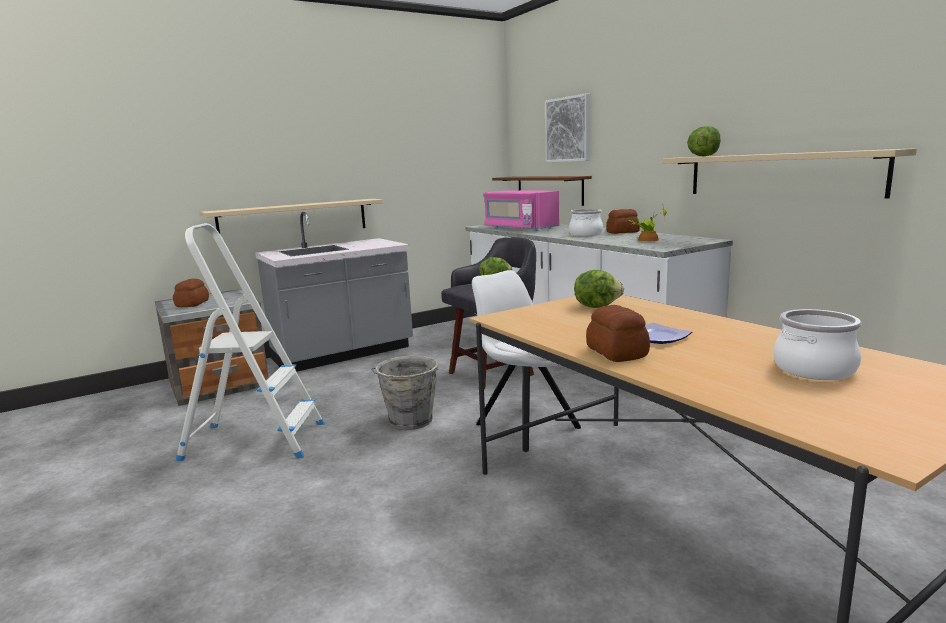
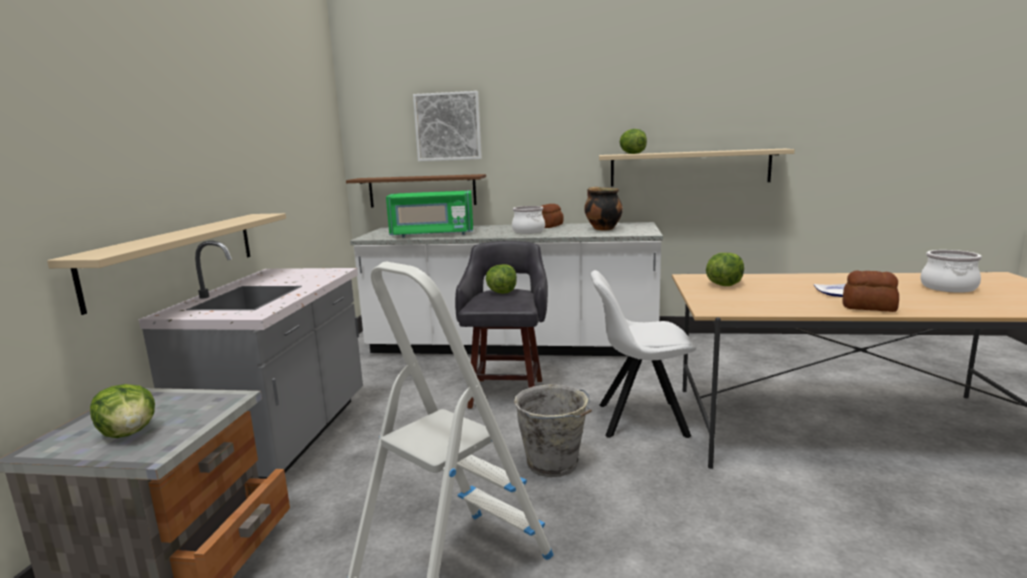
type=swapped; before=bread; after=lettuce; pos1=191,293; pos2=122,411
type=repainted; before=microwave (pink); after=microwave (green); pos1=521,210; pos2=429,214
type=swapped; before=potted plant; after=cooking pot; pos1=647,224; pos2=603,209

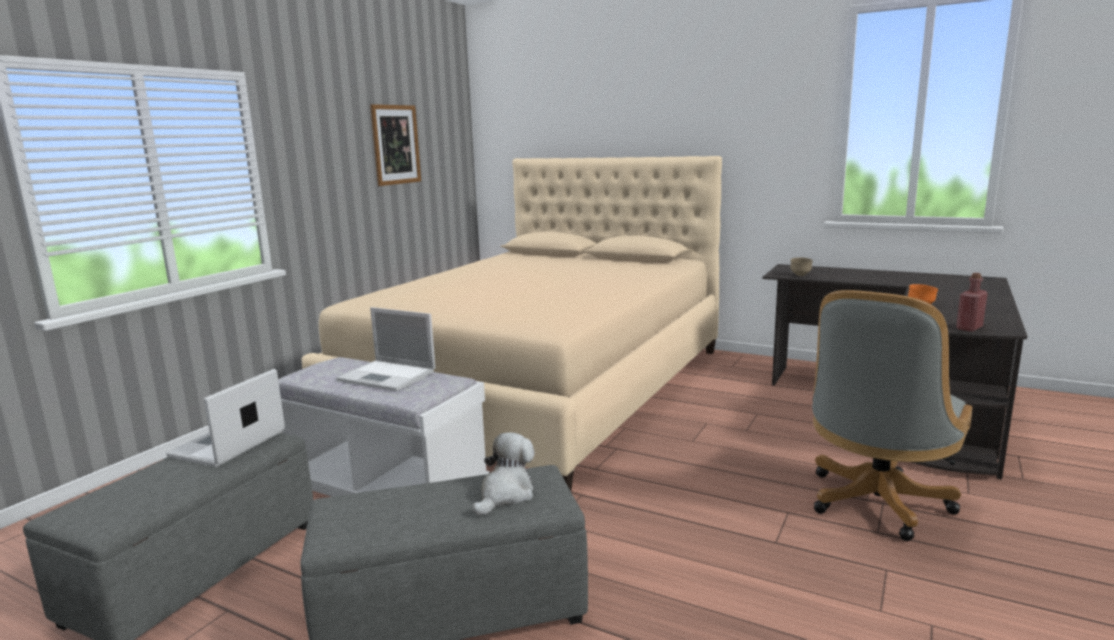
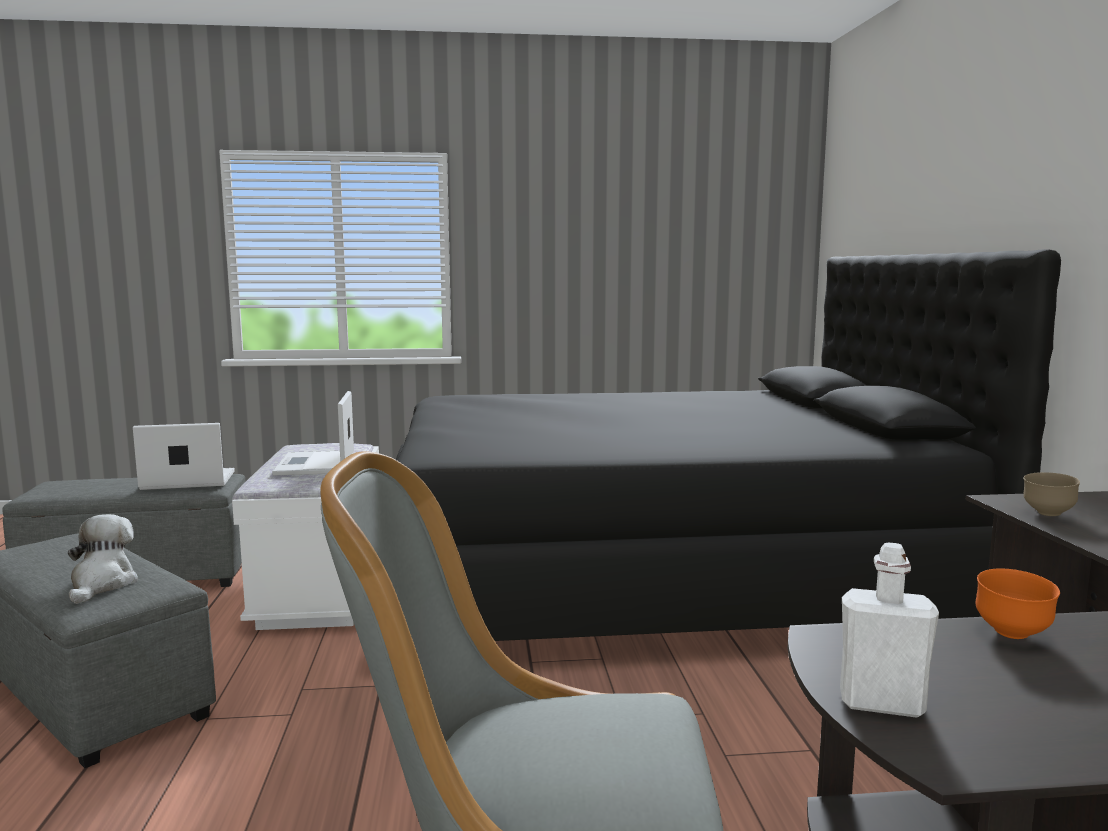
type=repainted; before=bed (beige); after=bed (black); pos1=511,323; pos2=728,445
type=gone; before=picture; pos1=395,145
type=rotated; before=plush toy; pos1=503,474; pos2=103,559; turn=-90
type=repainted; before=bottle (red); after=bottle (white); pos1=972,302; pos2=889,630

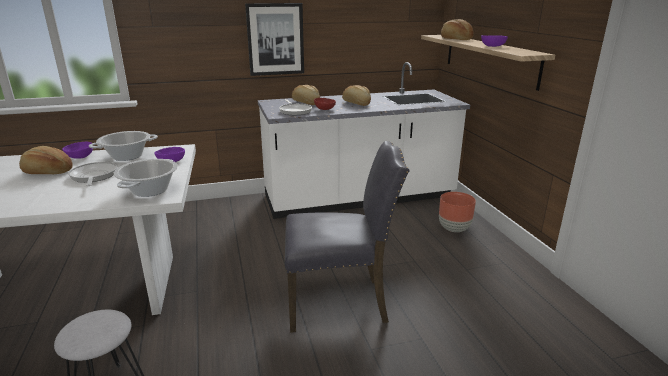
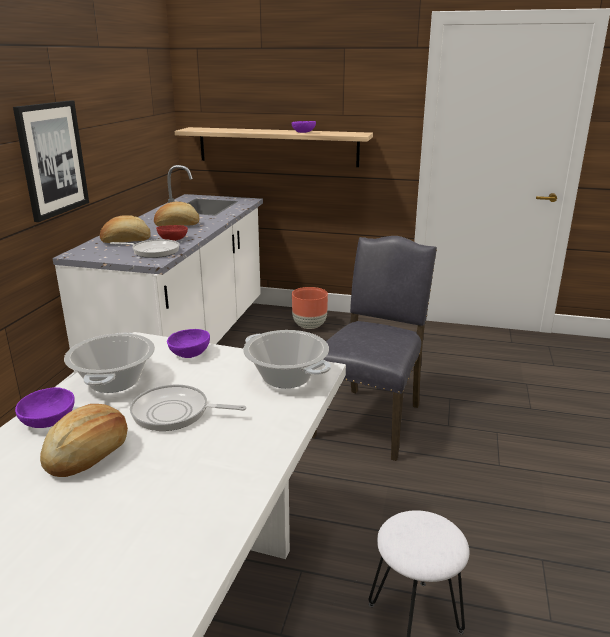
type=gone; before=bread; pos1=457,29

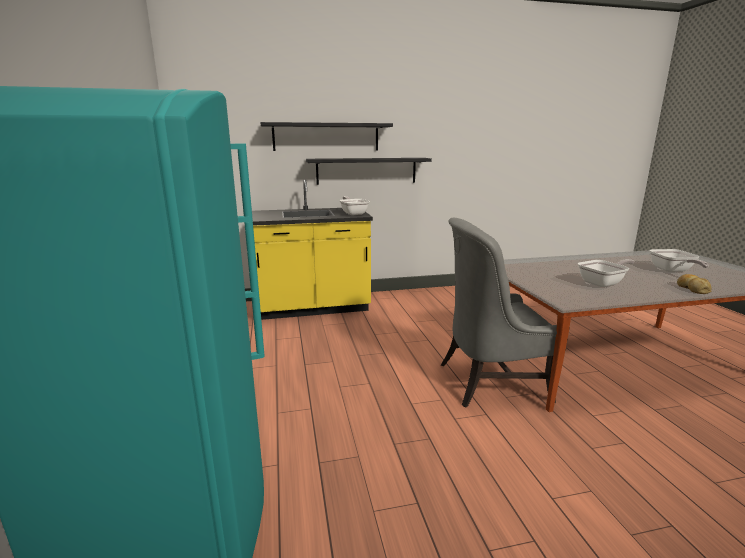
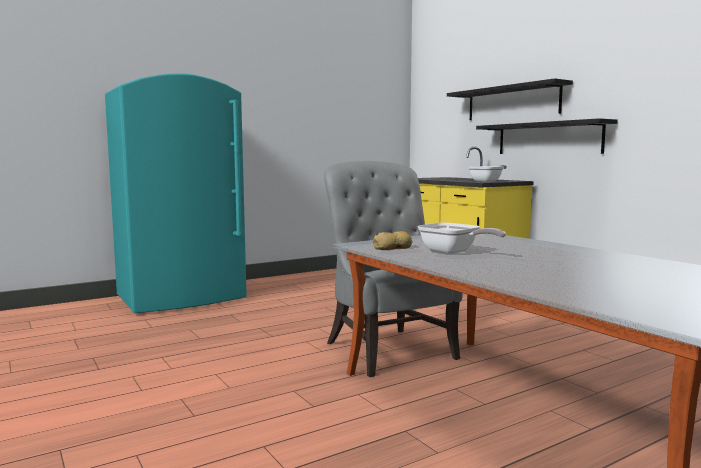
type=gone; before=frying pan; pos1=679,260
type=shifted; before=bread; pos1=694,284; pos2=393,240

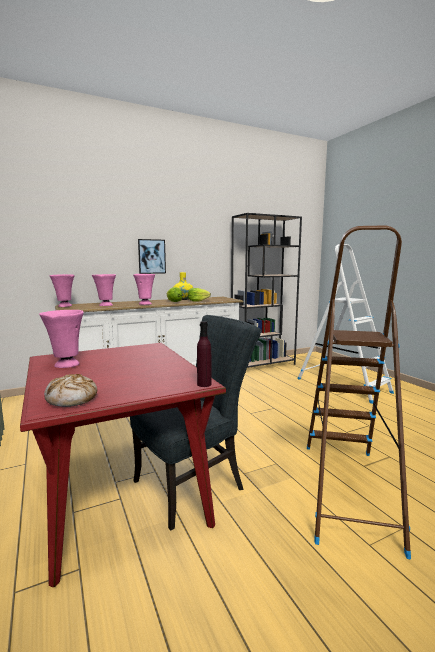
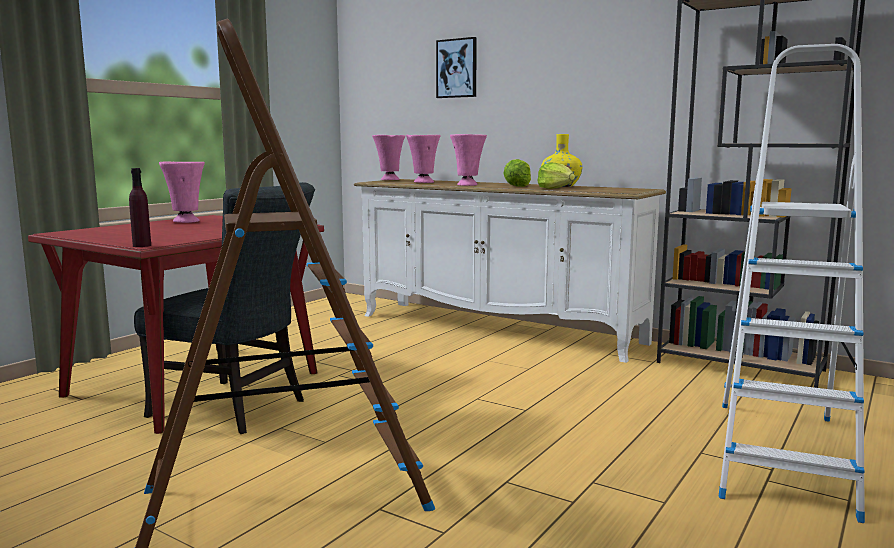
type=gone; before=bread; pos1=70,390
type=shifted; before=picture; pos1=152,256; pos2=456,67

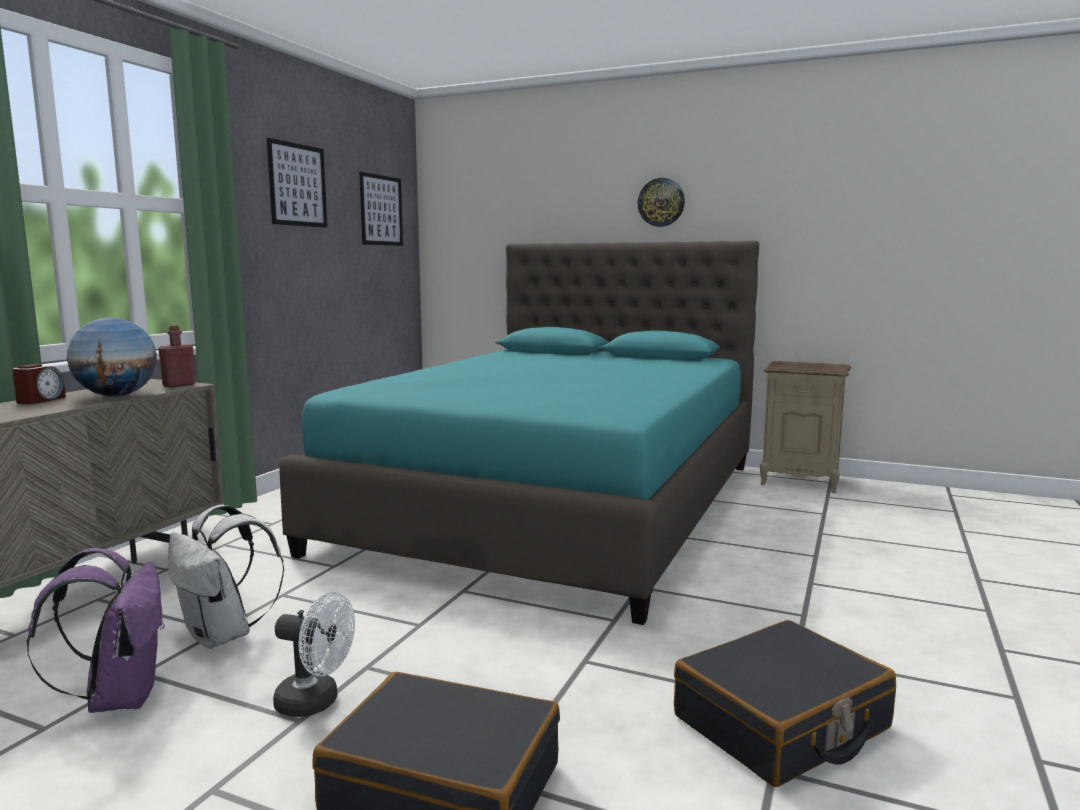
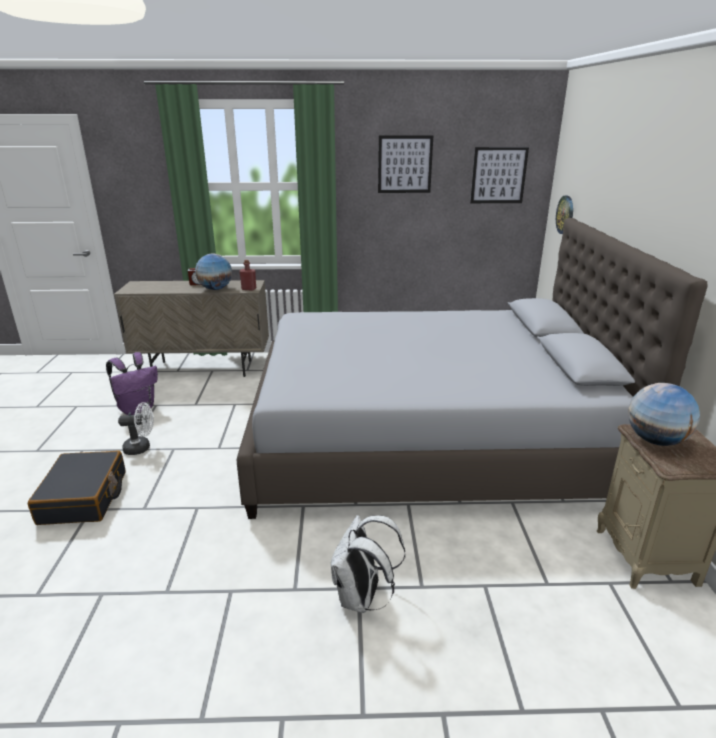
type=shifted; before=backpack (white); pos1=226,577; pos2=368,564
type=rotated; before=fan (white); pos1=314,654; pos2=136,428; turn=-90
type=repainted; before=bed (turquoise); after=bed (grey); pos1=519,433; pos2=472,368
type=shifted; before=wall clock; pos1=661,202; pos2=564,215
type=gone; before=suitcase (black); pos1=785,703
type=new; after=globe; pos2=664,414

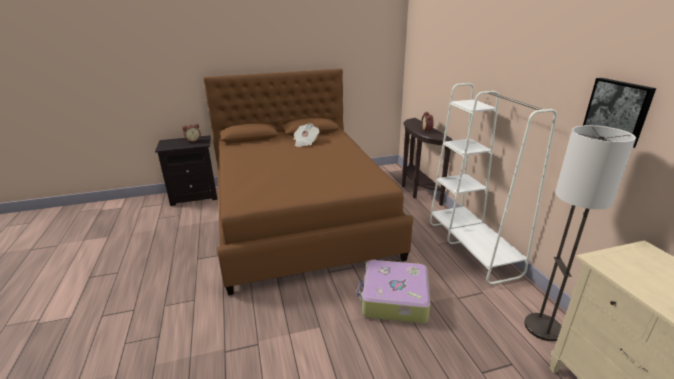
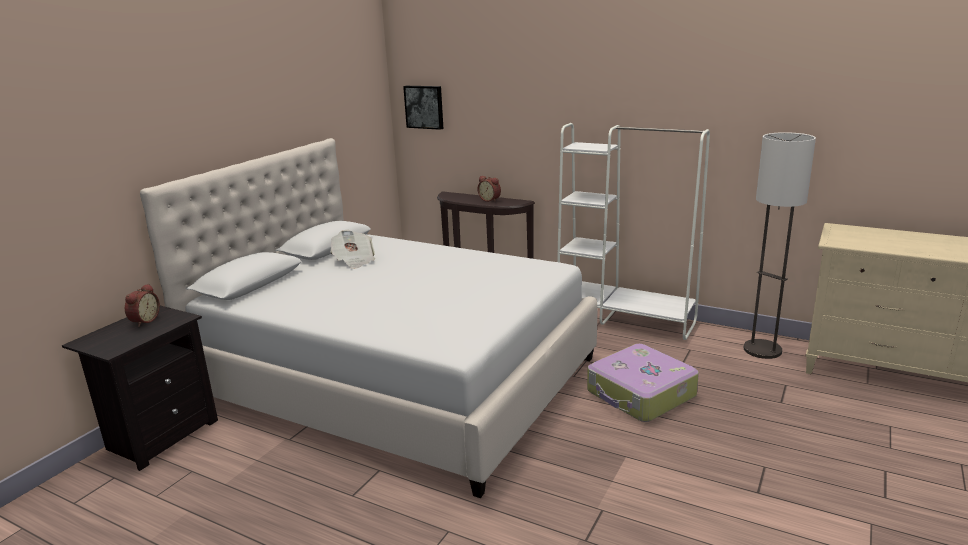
type=repainted; before=bed (brown); after=bed (white); pos1=308,182; pos2=368,318
type=shifted; before=picture; pos1=619,113; pos2=423,108

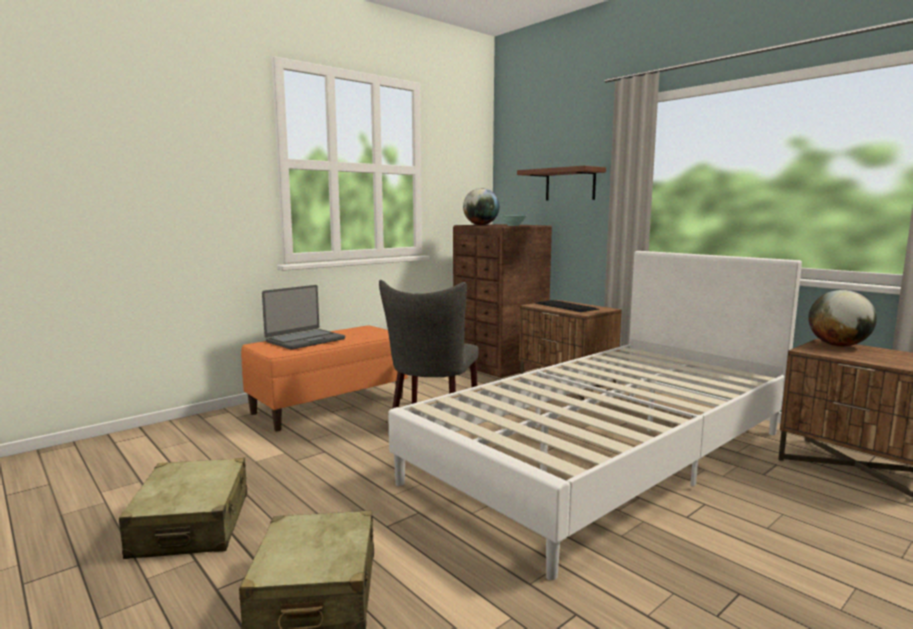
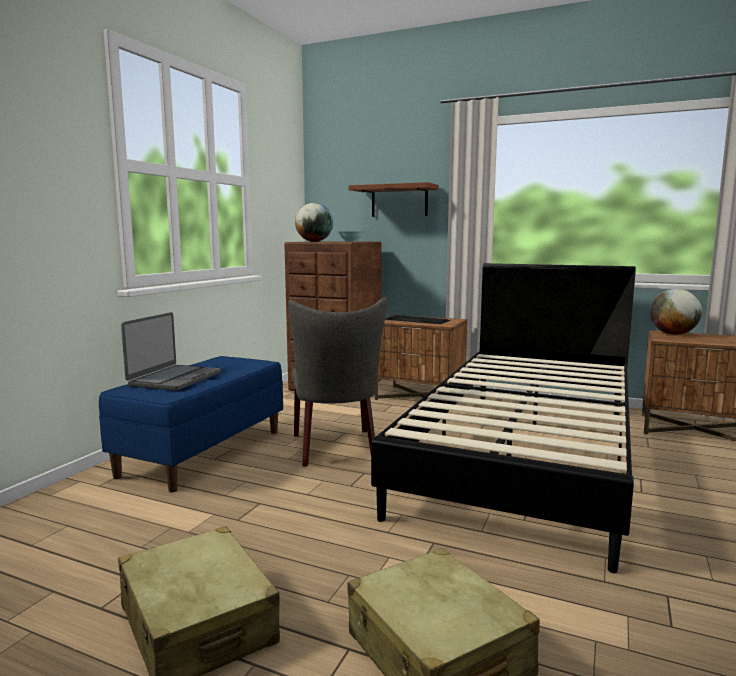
type=repainted; before=bench (orange); after=bench (blue); pos1=324,378; pos2=191,424
type=repainted; before=bed (white); after=bed (black); pos1=595,415; pos2=503,418

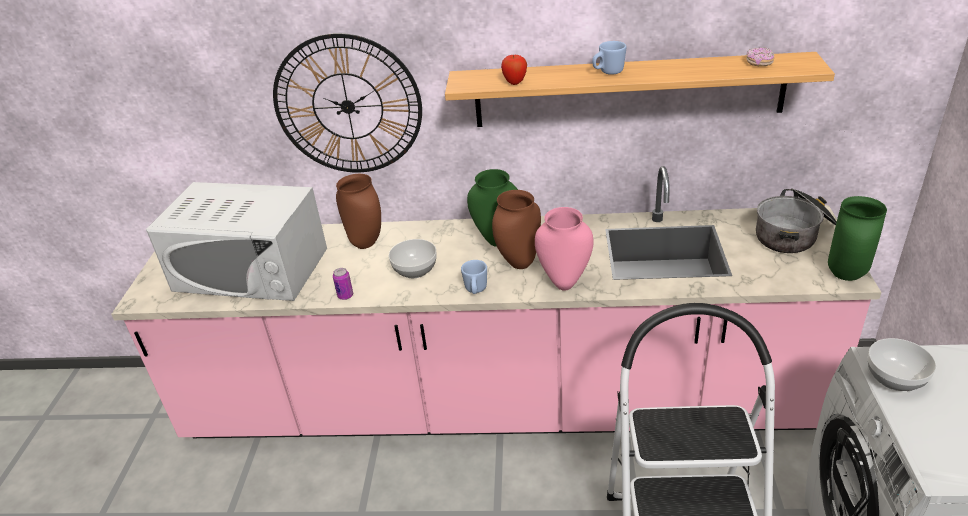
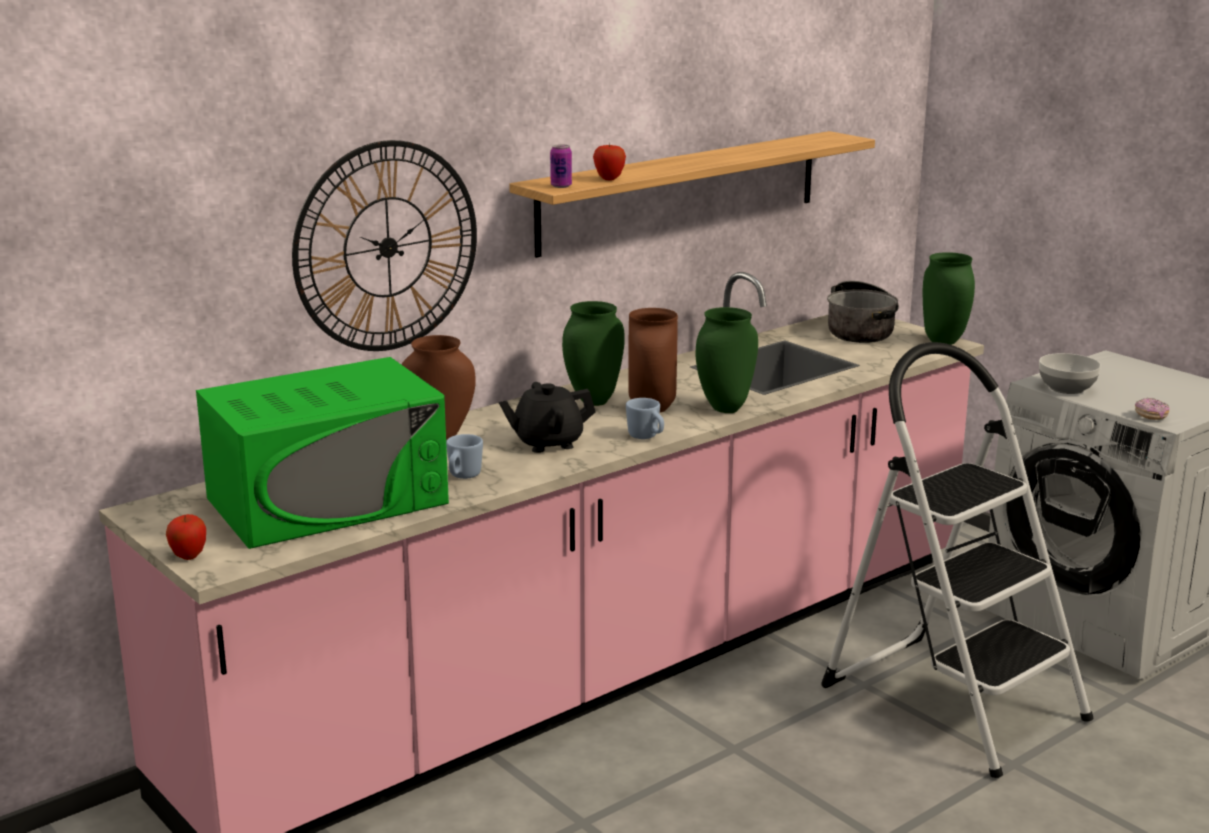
type=repainted; before=microwave (white); after=microwave (green); pos1=236,241; pos2=322,453
type=shifted; before=can; pos1=343,284; pos2=561,166
type=swapped; before=bowl; after=teapot (black); pos1=413,258; pos2=547,417
type=repainted; before=vase (pink); after=vase (green); pos1=564,249; pos2=727,360
type=shifted; before=mug (blue); pos1=609,58; pos2=464,456
type=shifted; before=donut; pos1=760,56; pos2=1152,409
type=new; after=apple; pos2=186,537

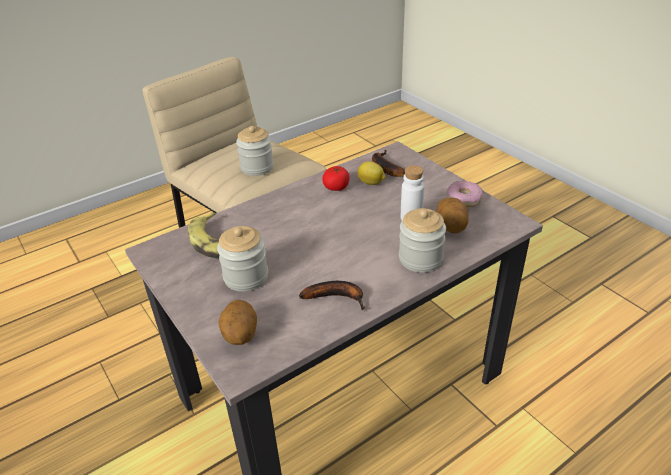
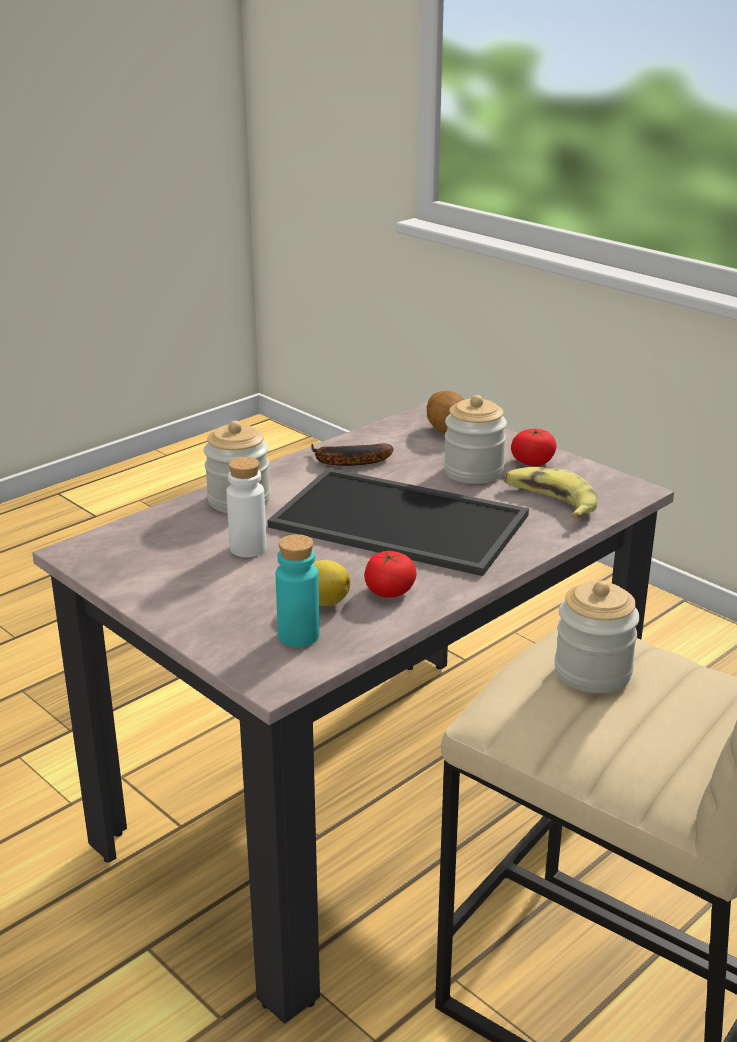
type=swapped; before=banana; after=bottle (turquoise); pos1=388,163; pos2=298,590
type=gone; before=potato; pos1=453,215
type=gone; before=donut; pos1=465,194
type=new; after=tray; pos2=398,522
type=new; after=tomato; pos2=534,447

